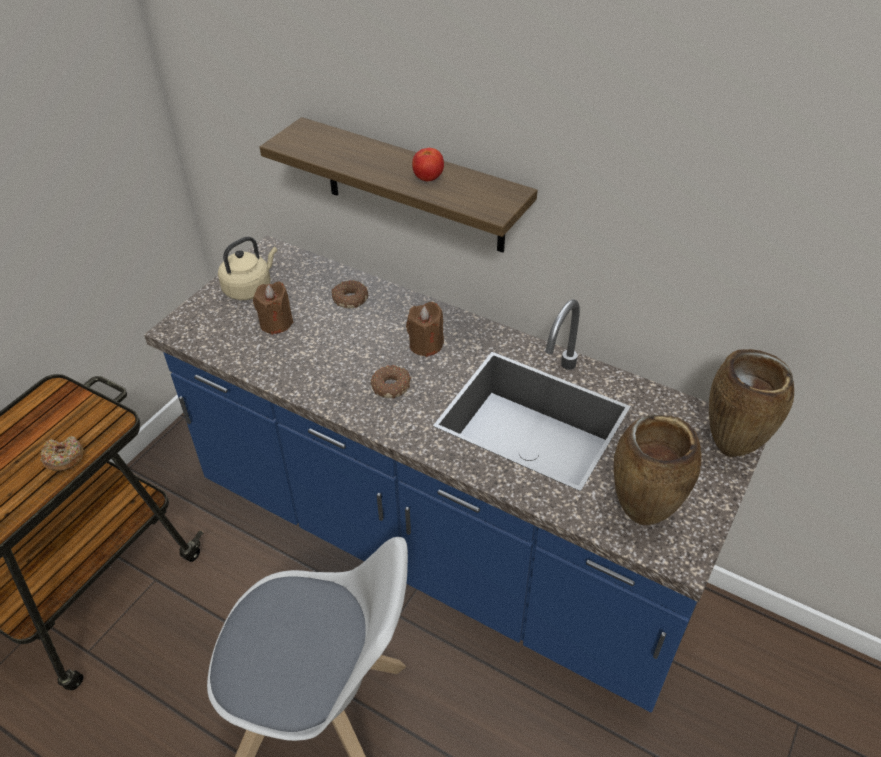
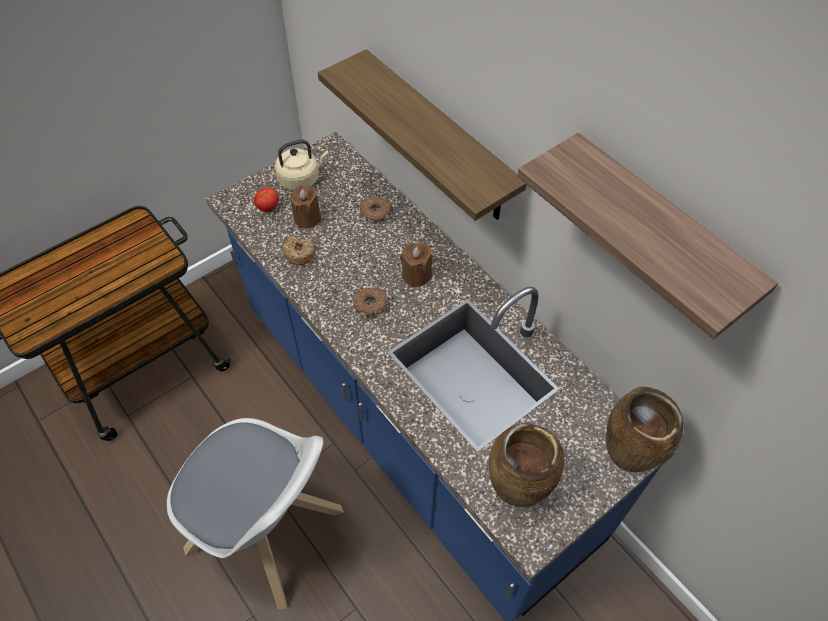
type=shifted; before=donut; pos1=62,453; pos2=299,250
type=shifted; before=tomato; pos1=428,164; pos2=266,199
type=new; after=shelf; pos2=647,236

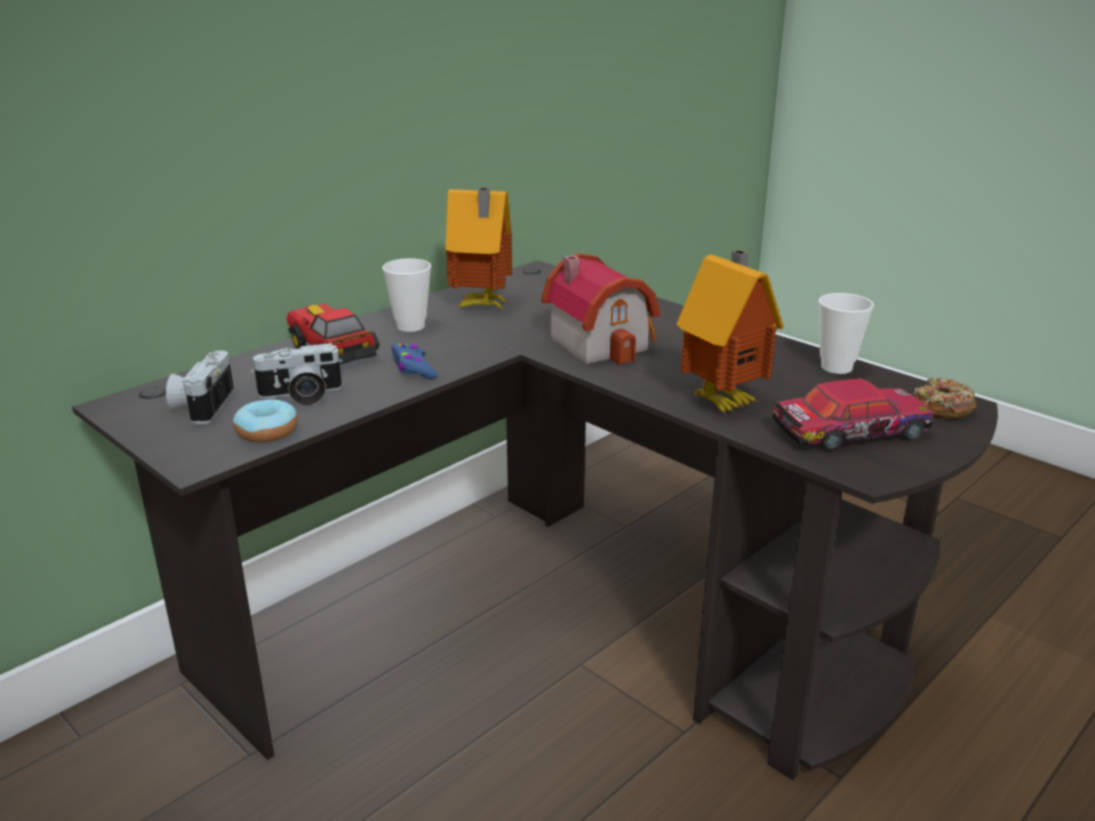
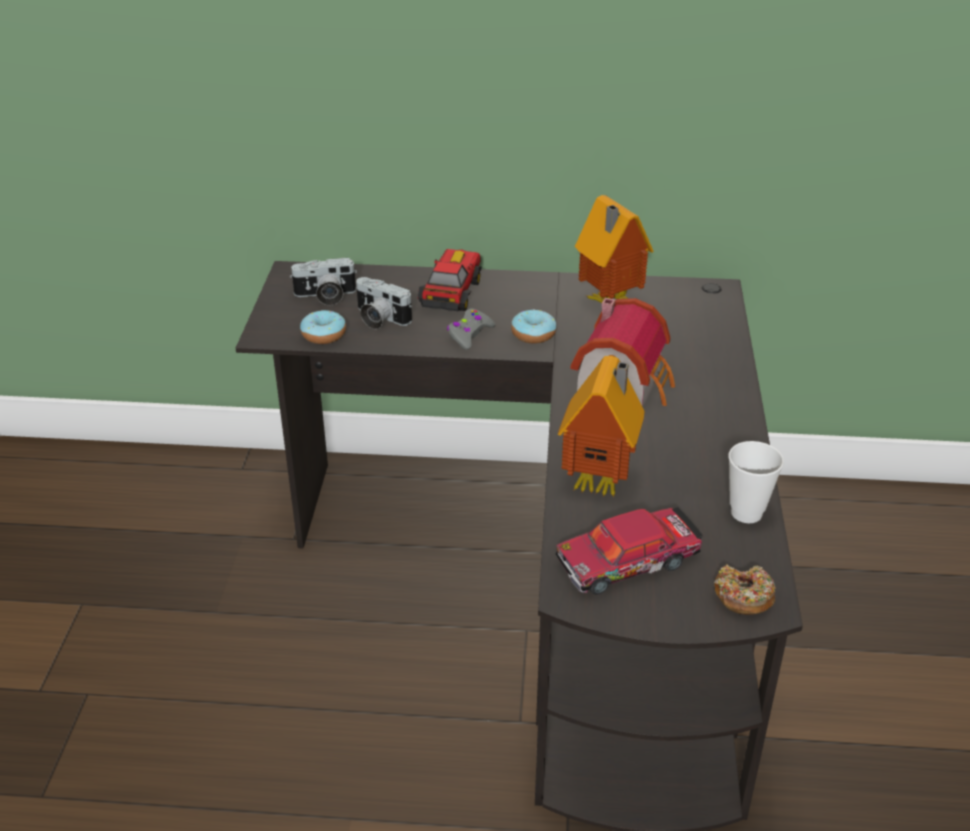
type=rotated; before=photo camera; pos1=200,387; pos2=323,281; turn=-150
type=gone; before=cup; pos1=406,295
type=repainted; before=game controller (blue); after=game controller (grey); pos1=415,361; pos2=471,329
type=rotated; before=toy car; pos1=853,414; pos2=629,551; turn=120
type=new; after=donut; pos2=534,326

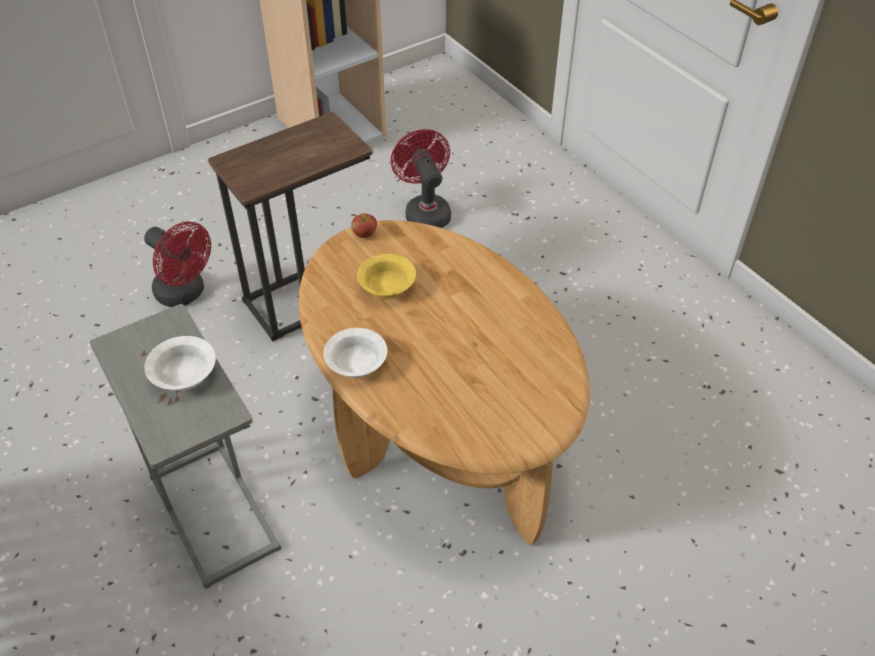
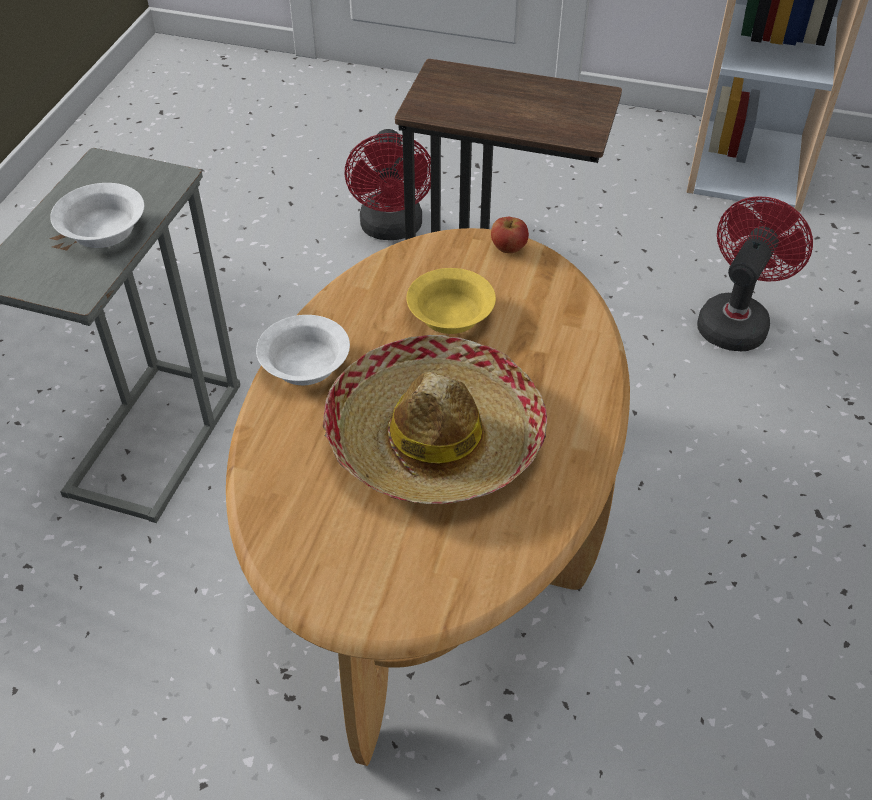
type=new; after=hat; pos2=435,419

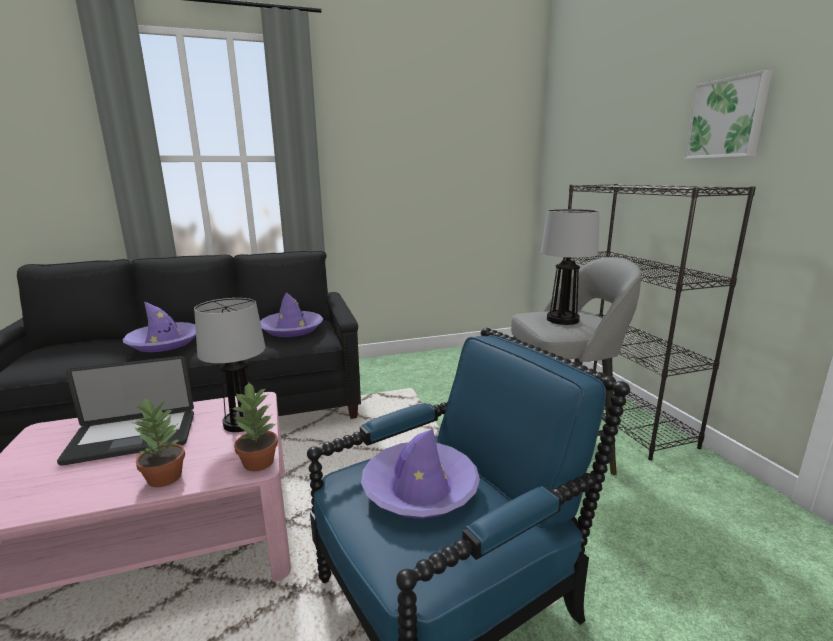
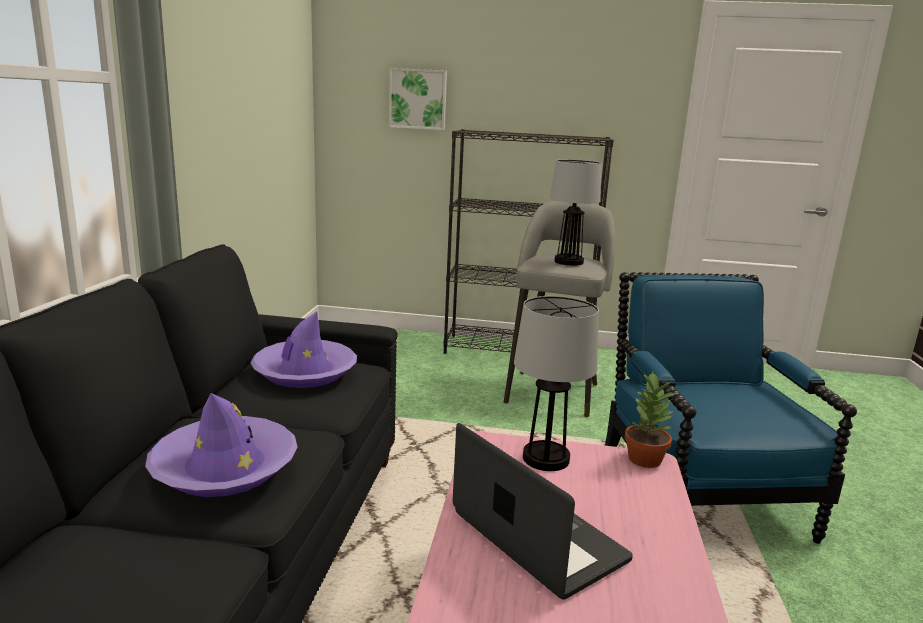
type=rotated; before=laptop; pos1=125,411; pos2=543,511; turn=-45
type=gone; before=potted plant; pos1=158,442
type=gone; before=hat (purple); pos1=420,474
type=shifted; before=picture; pos1=728,114; pos2=418,99

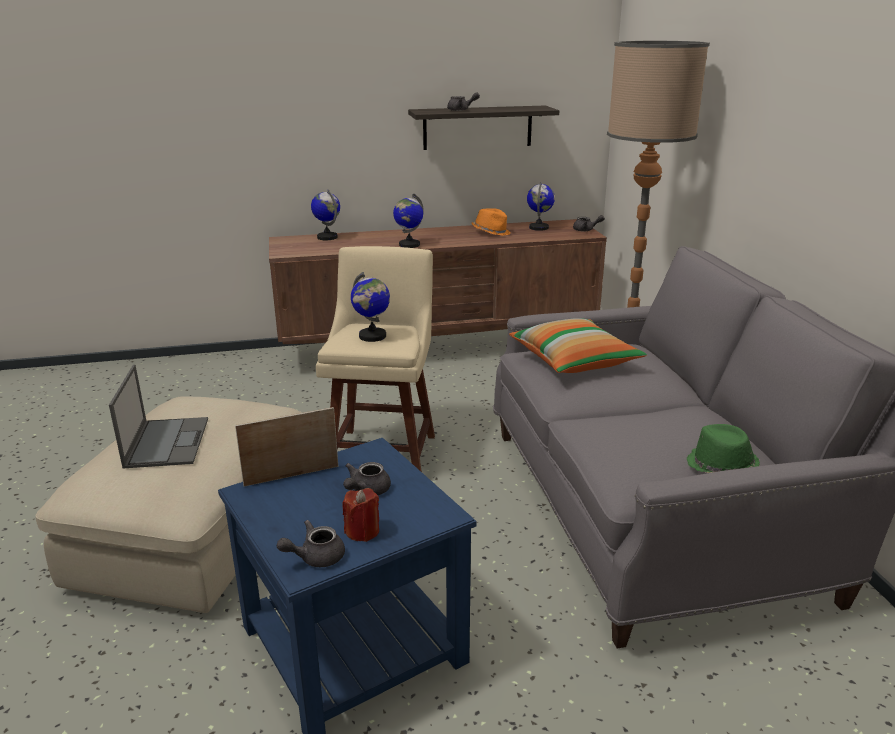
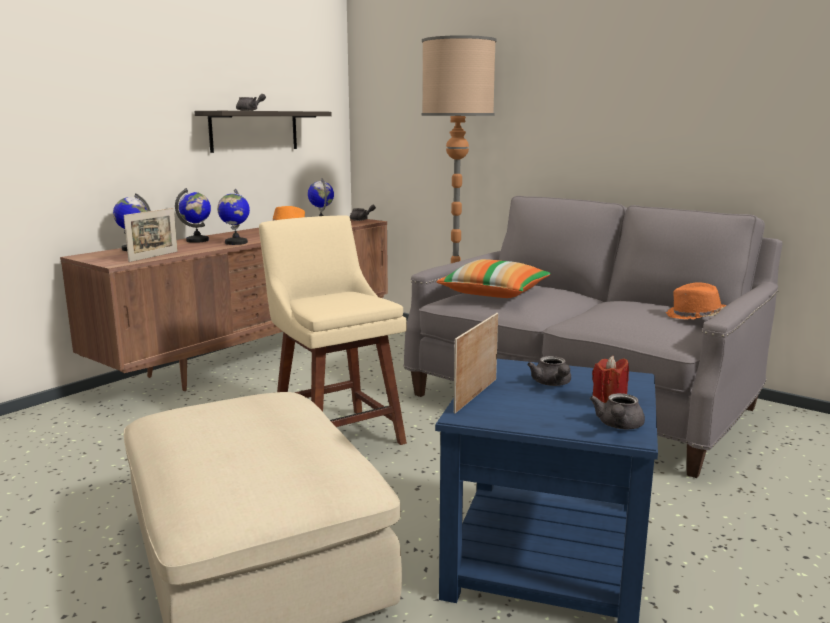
type=gone; before=laptop; pos1=158,416
type=shifted; before=globe; pos1=370,307; pos2=193,215
type=repainted; before=hat (green); after=hat (orange); pos1=723,448; pos2=696,301
type=new; after=picture frame; pos2=151,235

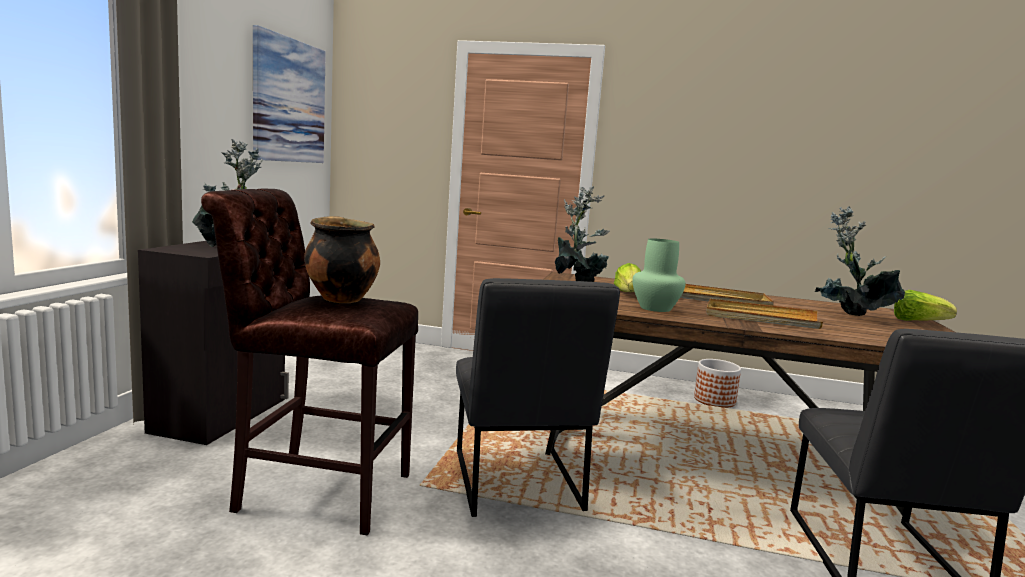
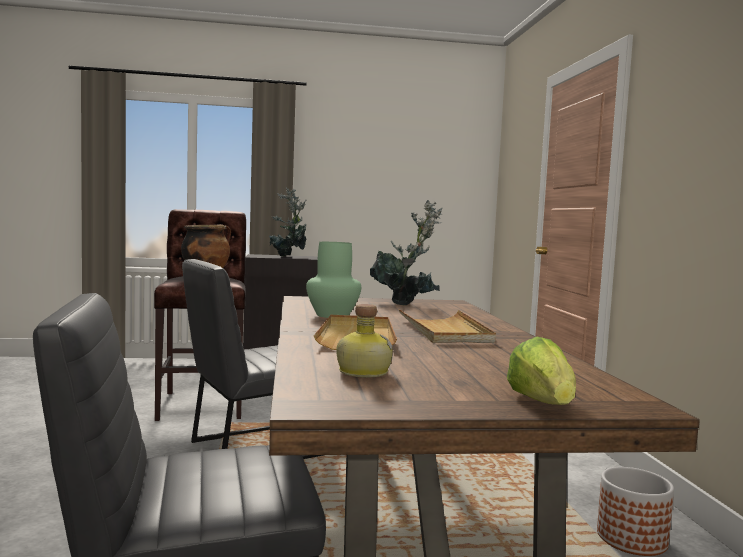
type=gone; before=picture; pos1=289,94
type=gone; before=lettuce; pos1=627,277
type=gone; before=potted plant; pos1=860,261
type=new; after=bottle; pos2=364,341

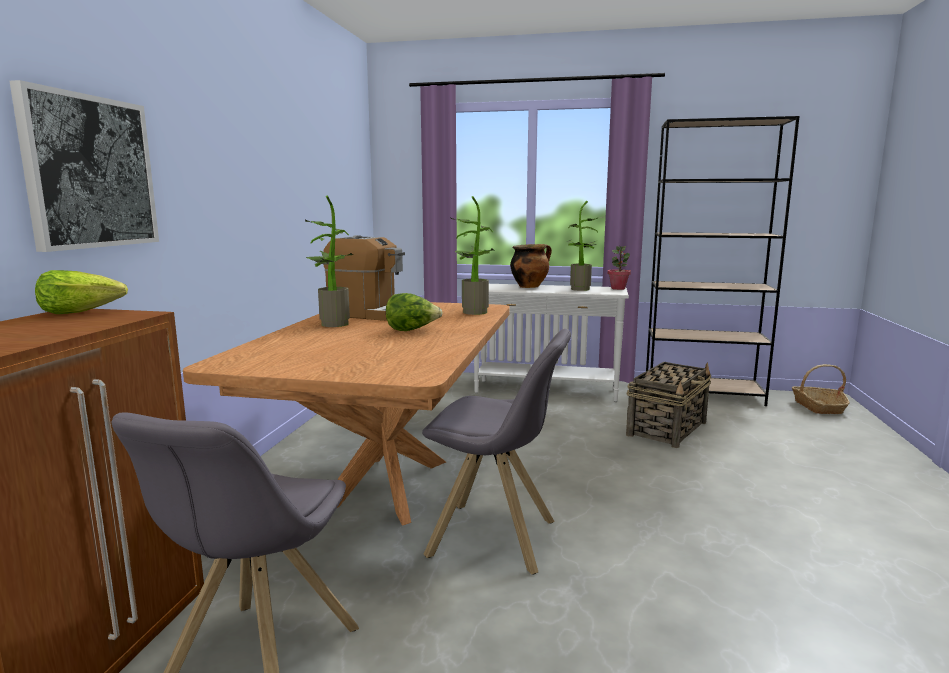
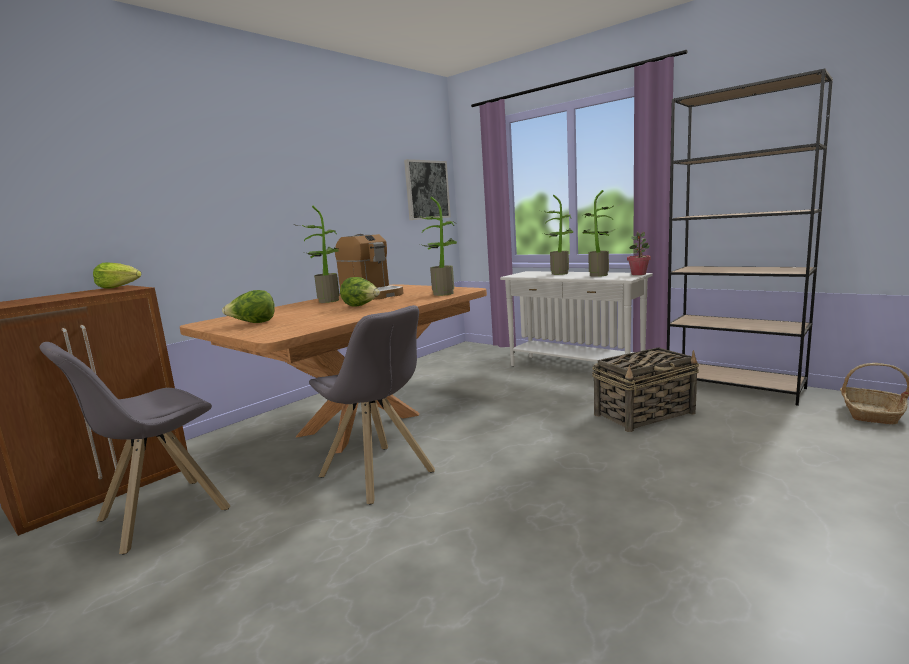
type=shifted; before=picture; pos1=84,166; pos2=427,189
type=swapped; before=cooking pot; after=potted plant; pos1=531,266; pos2=558,235
type=new; after=lettuce; pos2=248,306

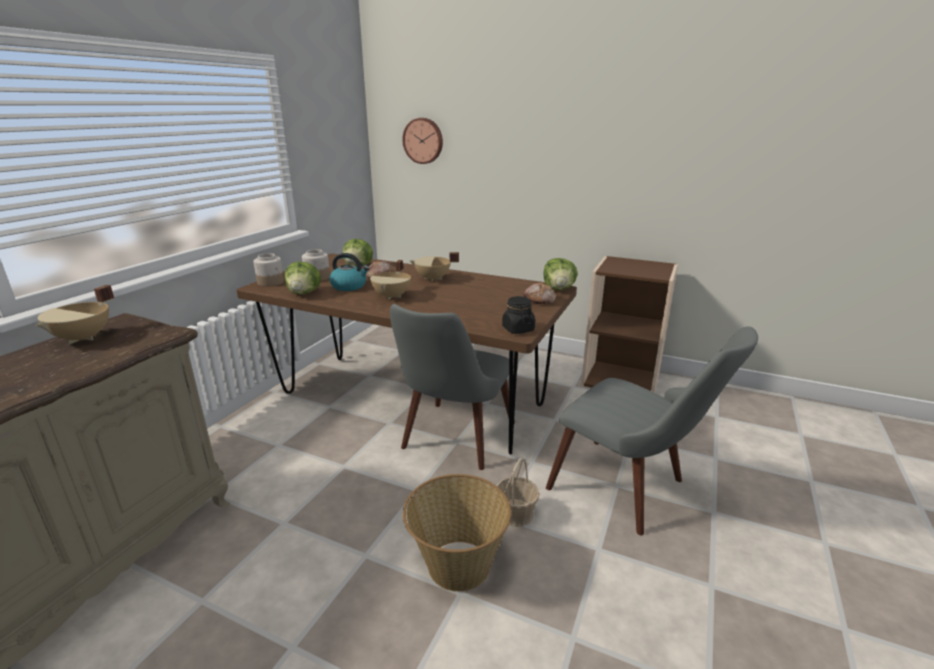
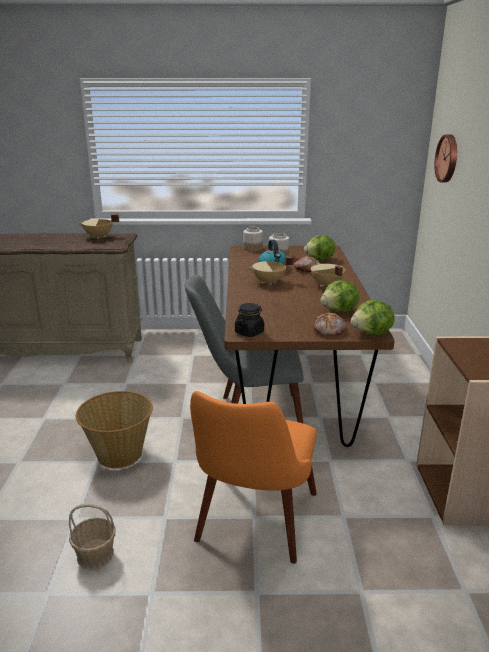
type=shifted; before=lettuce; pos1=303,278; pos2=339,296
type=shifted; before=basket; pos1=518,492; pos2=92,536
type=repainted; before=chair (grey); after=chair (orange); pos1=652,430; pos2=253,477

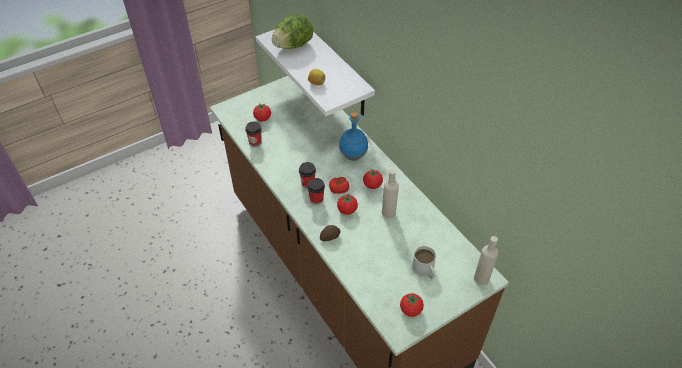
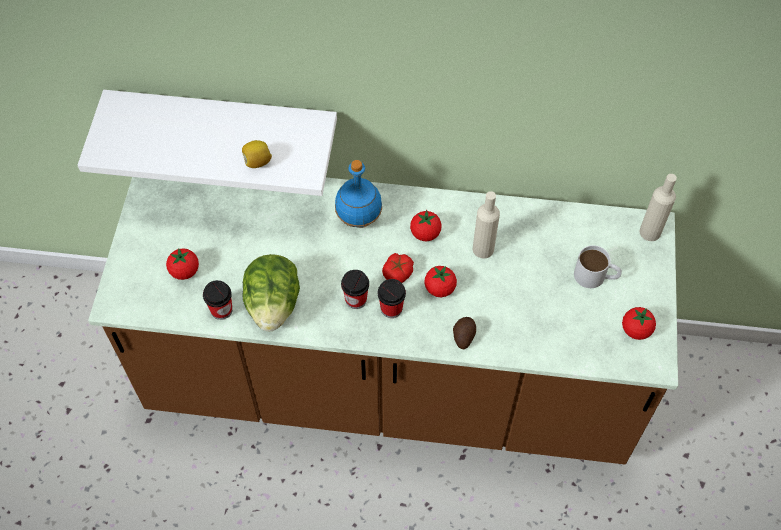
type=shifted; before=lettuce; pos1=292,31; pos2=271,292

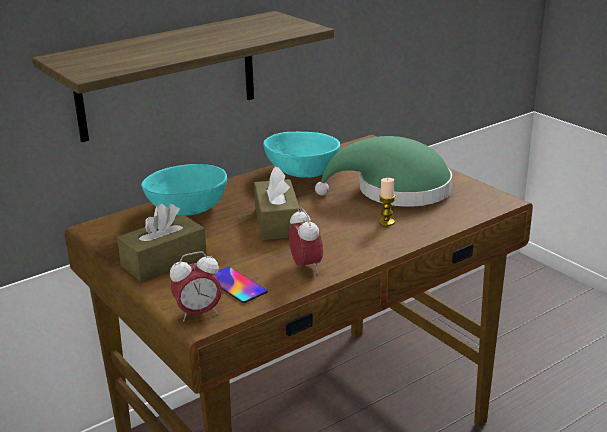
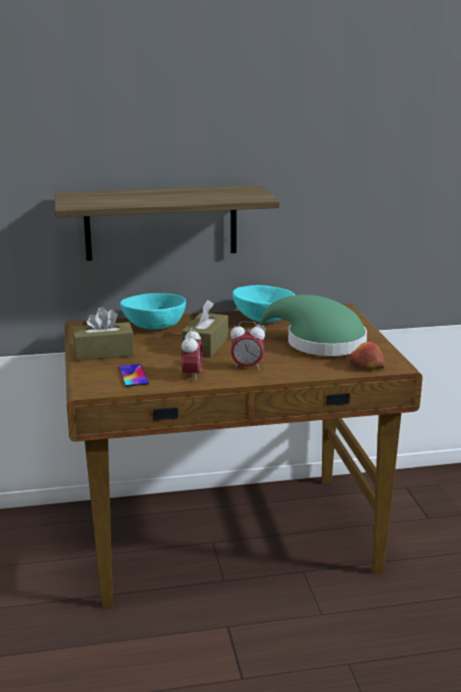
type=shifted; before=alarm clock; pos1=196,286; pos2=247,345
type=gone; before=candle; pos1=387,202
type=new; after=apple; pos2=367,355

